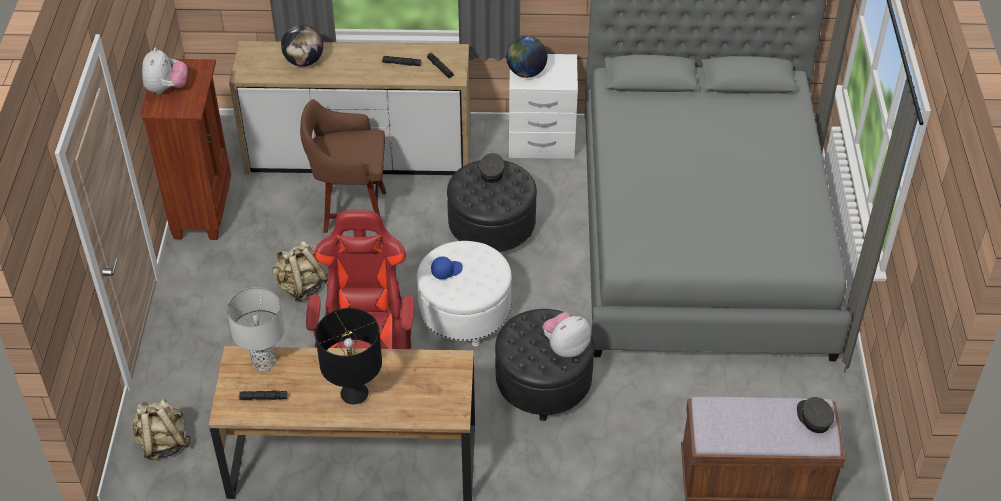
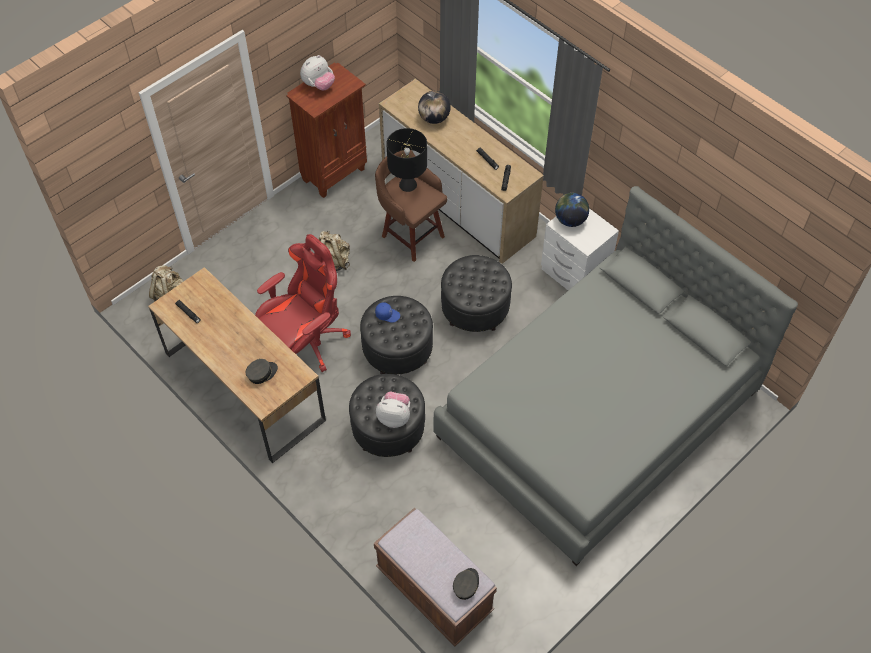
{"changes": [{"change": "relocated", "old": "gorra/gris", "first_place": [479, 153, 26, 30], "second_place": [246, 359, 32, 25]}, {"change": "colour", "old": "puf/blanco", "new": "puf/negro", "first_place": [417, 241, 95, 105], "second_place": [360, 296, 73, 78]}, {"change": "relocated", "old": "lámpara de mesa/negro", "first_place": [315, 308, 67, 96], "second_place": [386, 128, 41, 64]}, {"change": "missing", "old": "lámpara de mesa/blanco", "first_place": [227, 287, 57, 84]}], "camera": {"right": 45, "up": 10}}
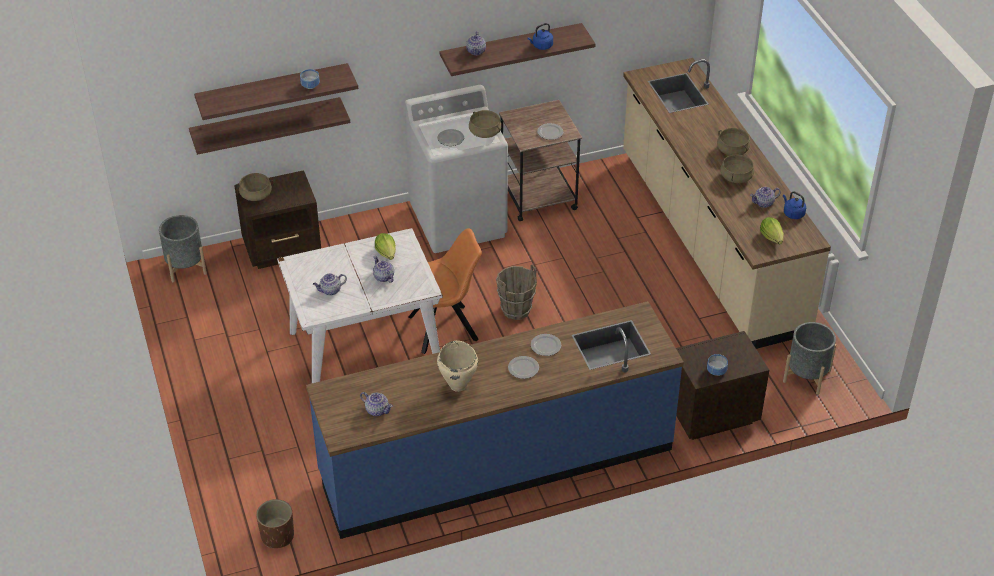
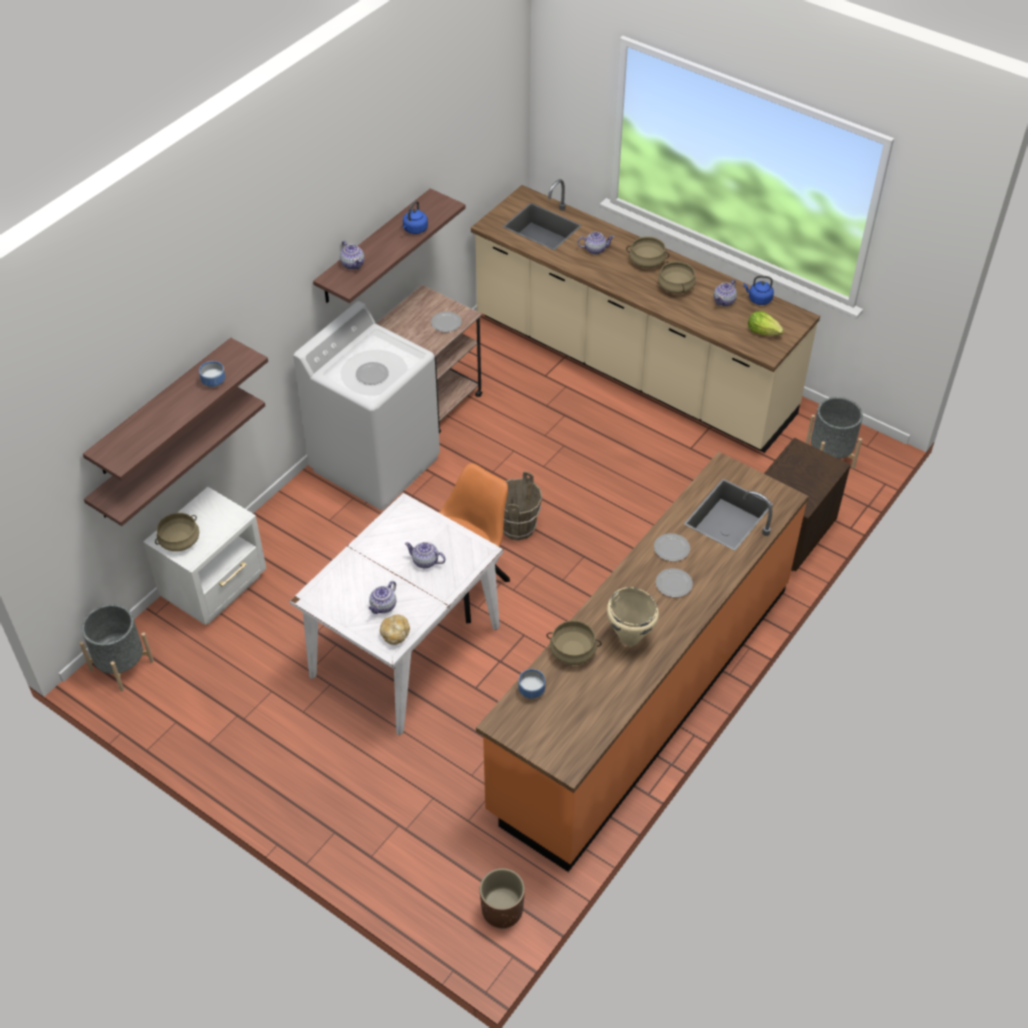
{"changes": [{"change": "colour", "old": "mesita de noche/marrón", "new": "mesita de noche/blanco", "first_place": [234, 170, 87, 99], "second_place": [143, 487, 124, 138]}, {"change": "appeared", "new": "pan", "second_place": [380, 615, 30, 30]}, {"change": "colour", "old": "mueble bajo de cocina/azul", "new": "mueble bajo de cocina/naranja", "first_place": [306, 301, 378, 238], "second_place": [476, 452, 333, 420]}, {"change": "relocated", "old": "cuenco", "first_place": [707, 354, 21, 22], "second_place": [518, 669, 27, 30]}, {"change": "relocated", "old": "olla/beis", "first_place": [469, 110, 32, 28], "second_place": [546, 620, 56, 45]}, {"change": "relocated", "old": "tetera", "first_place": [360, 392, 33, 24], "second_place": [578, 232, 36, 23]}, {"change": "missing", "old": "lechuga", "first_place": [375, 233, 21, 27]}], "camera": {"right": -35, "up": 5}}
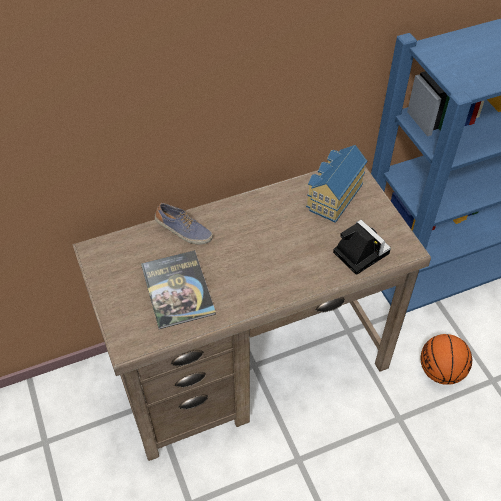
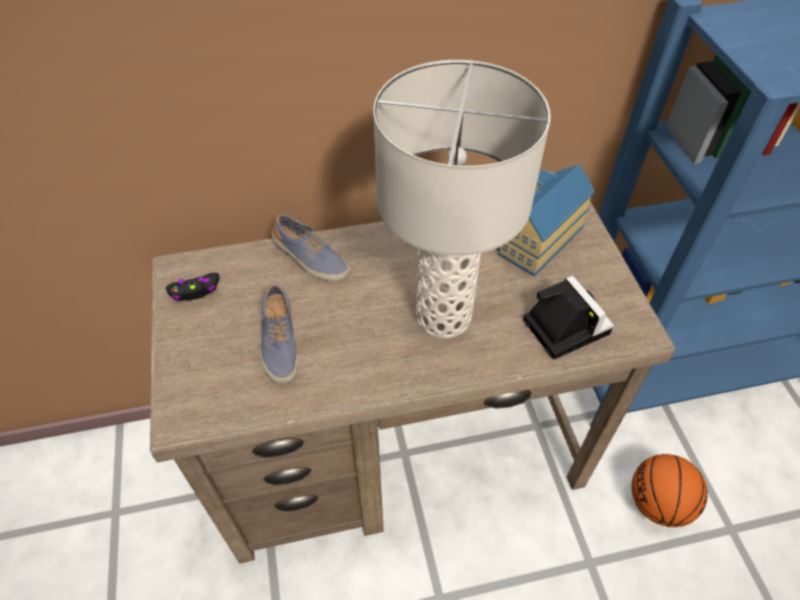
{"changes": [{"change": "appeared", "new": "mando de consola/negro", "second_place": [166, 273, 53, 28]}, {"change": "exchanged", "old": "libro", "new": "zapato", "first_place": [141, 250, 75, 79], "second_place": [260, 284, 37, 100]}, {"change": "appeared", "new": "lámpara de mesa/blanco", "second_place": [373, 60, 178, 278]}], "camera": {"right": 10, "up": 0}}
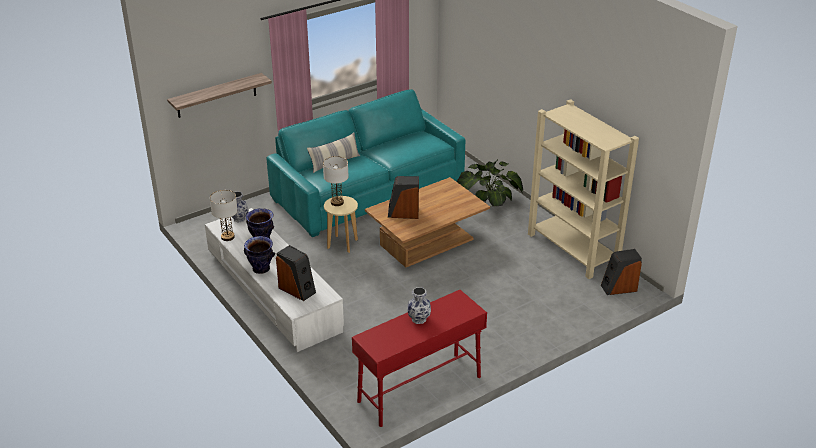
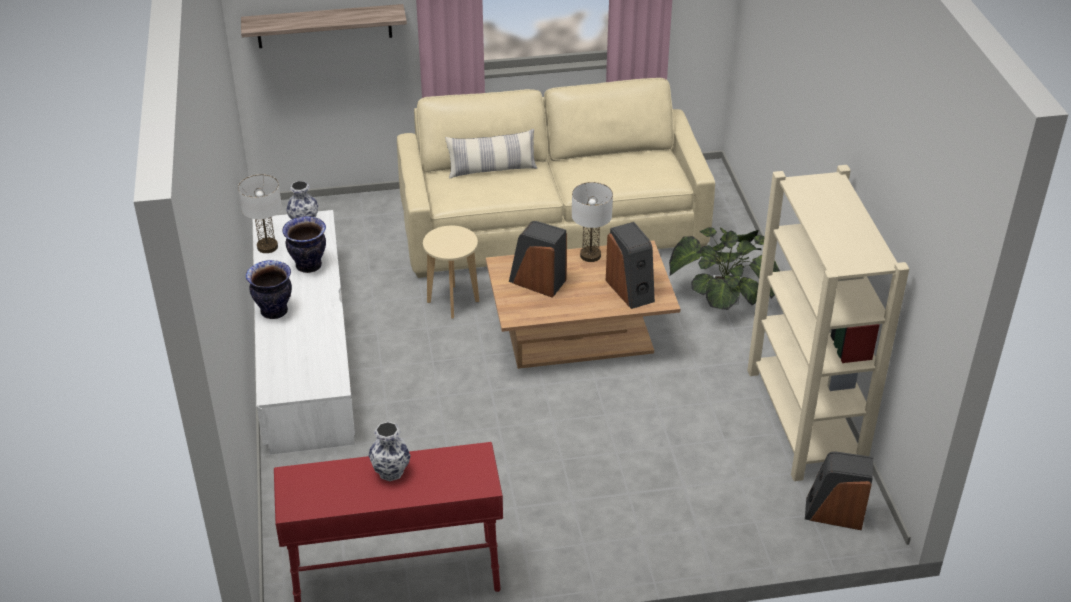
{"changes": [{"change": "colour", "old": "sofá/turquesa", "new": "sofá/beis", "first_place": [266, 89, 199, 148], "second_place": [397, 78, 318, 200]}, {"change": "relocated", "old": "lámpara de mesa", "first_place": [323, 156, 26, 50], "second_place": [572, 182, 41, 80]}, {"change": "relocated", "old": "altavoz", "first_place": [276, 245, 40, 56], "second_place": [605, 222, 50, 87]}], "camera": {"right": 25, "up": 5}}
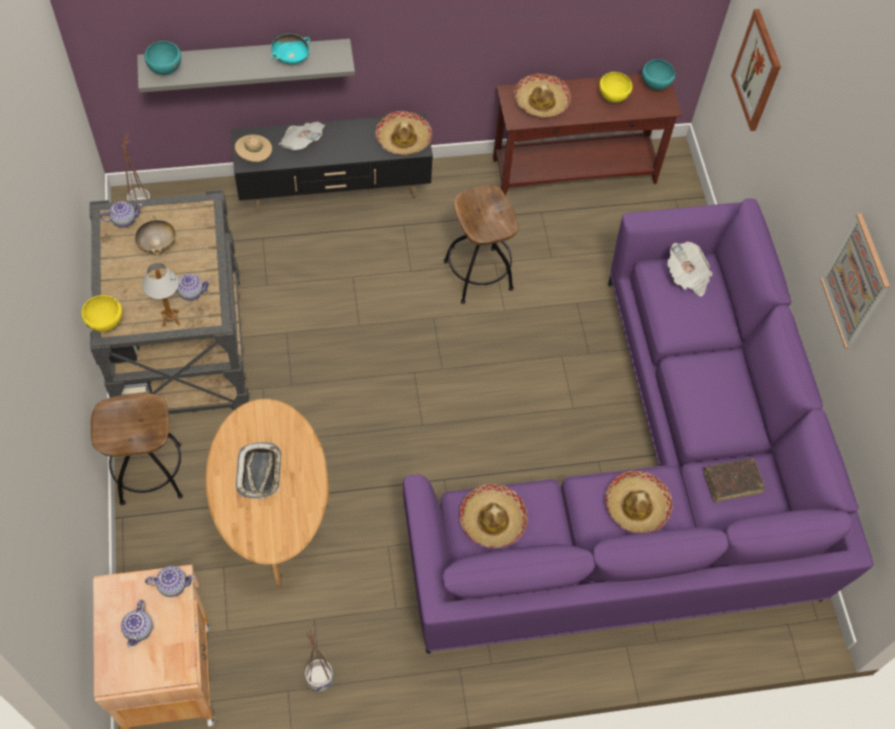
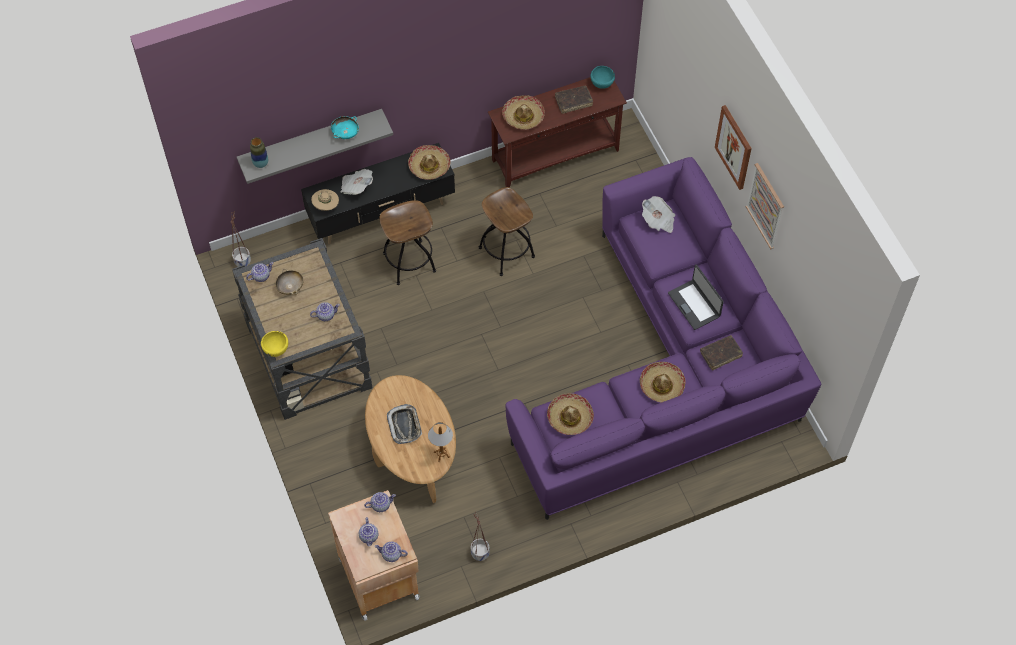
{"changes": [{"change": "exchanged", "old": "cuenco/turquesa", "new": "florero", "first_place": [144, 41, 37, 34], "second_place": [250, 137, 18, 31]}, {"change": "appeared", "new": "tetera", "second_place": [375, 542, 33, 20]}, {"change": "relocated", "old": "taburete/marrón", "first_place": [91, 393, 92, 112], "second_place": [379, 200, 57, 85]}, {"change": "relocated", "old": "lámpara de mesa", "first_place": [142, 263, 38, 64], "second_place": [428, 422, 25, 40]}, {"change": "exchanged", "old": "cuenco/amarillo", "new": "libro/marrón", "first_place": [599, 72, 34, 31], "second_place": [555, 85, 38, 29]}, {"change": "appeared", "new": "portátil", "second_place": [668, 264, 56, 66]}, {"change": "relocated", "old": "cuadro", "first_place": [731, 9, 50, 122], "second_place": [715, 105, 37, 85]}], "camera": {"right": -10, "up": 0}}
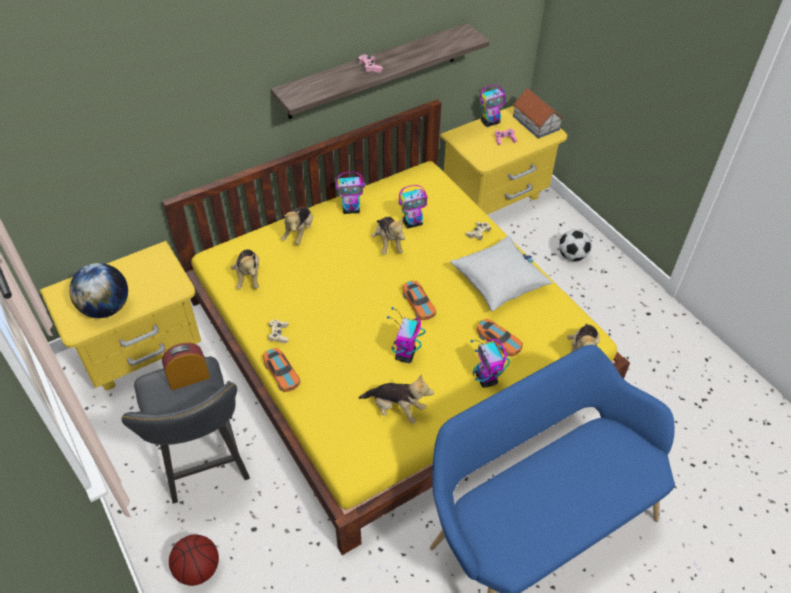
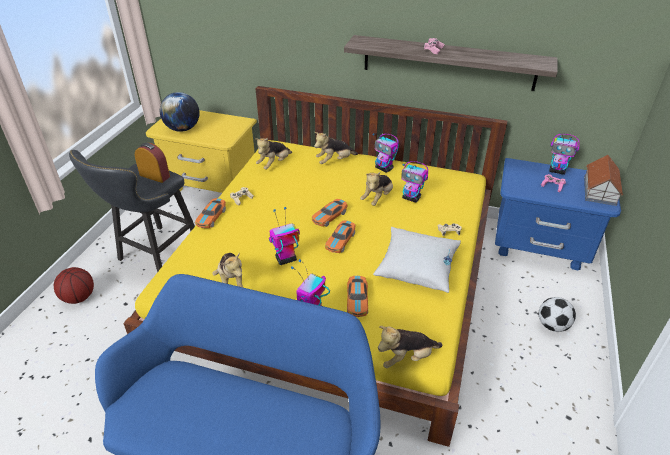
{"changes": [{"change": "appeared", "new": "coche de juguete", "second_place": [312, 199, 36, 28]}, {"change": "colour", "old": "mesita de noche/amarillo", "new": "mesita de noche/azul", "first_place": [440, 106, 127, 109], "second_place": [495, 158, 126, 112]}], "camera": {"right": 50, "up": -10}}
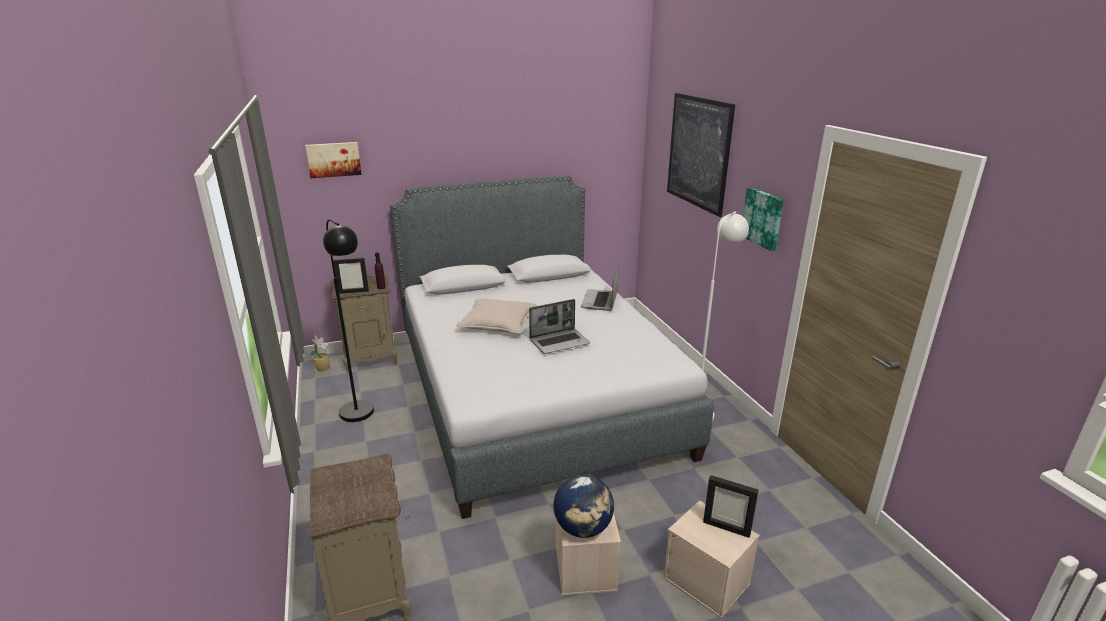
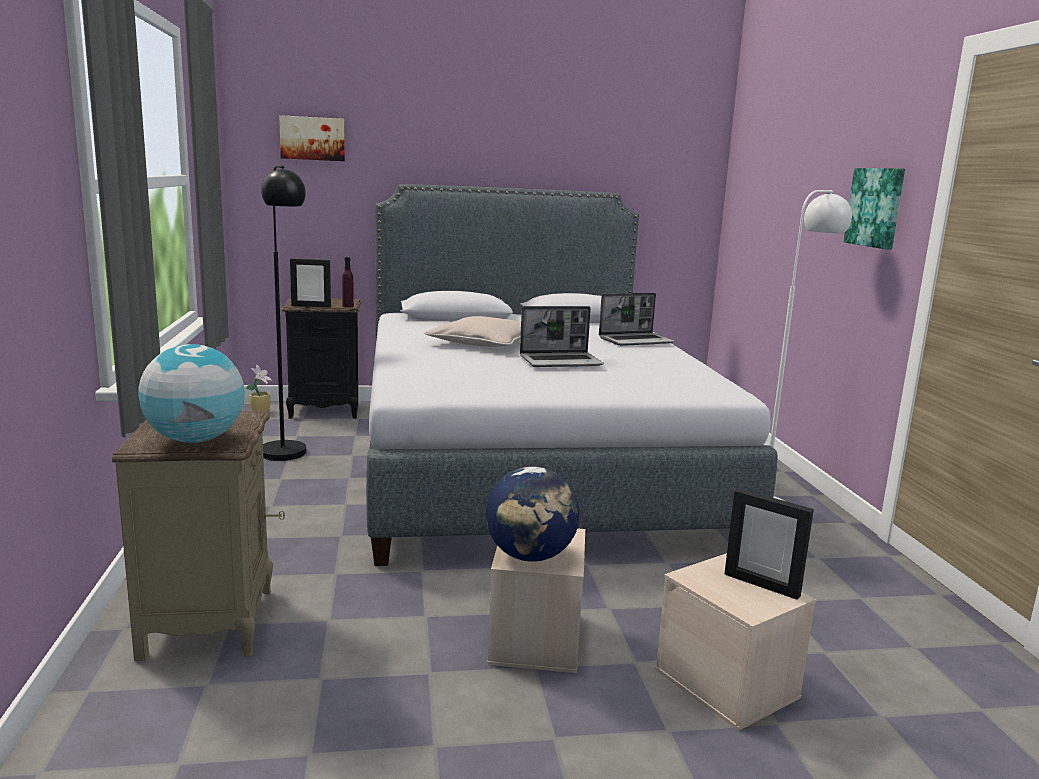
{"changes": [{"change": "appeared", "new": "globo terráqueo", "second_place": [138, 344, 107, 99]}, {"change": "colour", "old": "mesita de noche/beis", "new": "mesita de noche/negro", "first_place": [330, 274, 67, 99], "second_place": [281, 298, 81, 121]}, {"change": "spun", "old": "portátil", "first_place": [581, 266, 37, 45], "second_place": [599, 293, 76, 53], "degrees": -135}, {"change": "missing", "old": "cuadro", "first_place": [667, 93, 68, 124]}], "camera": {"right": 10, "up": -10}}
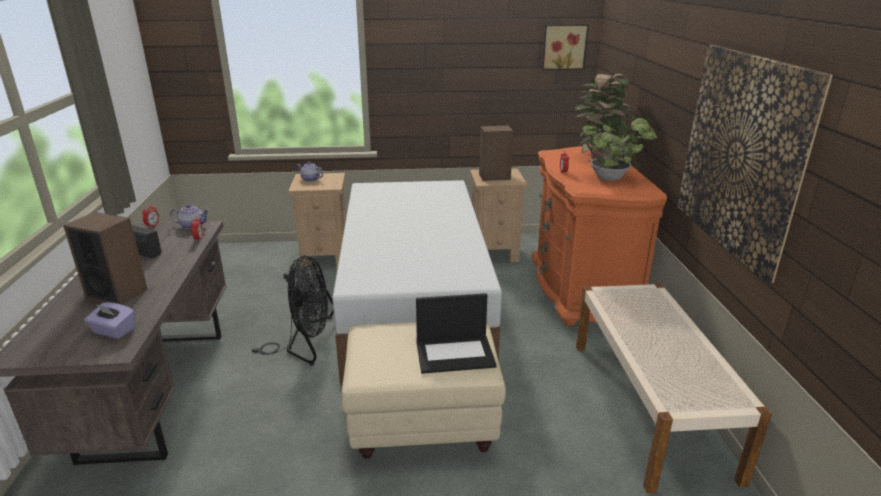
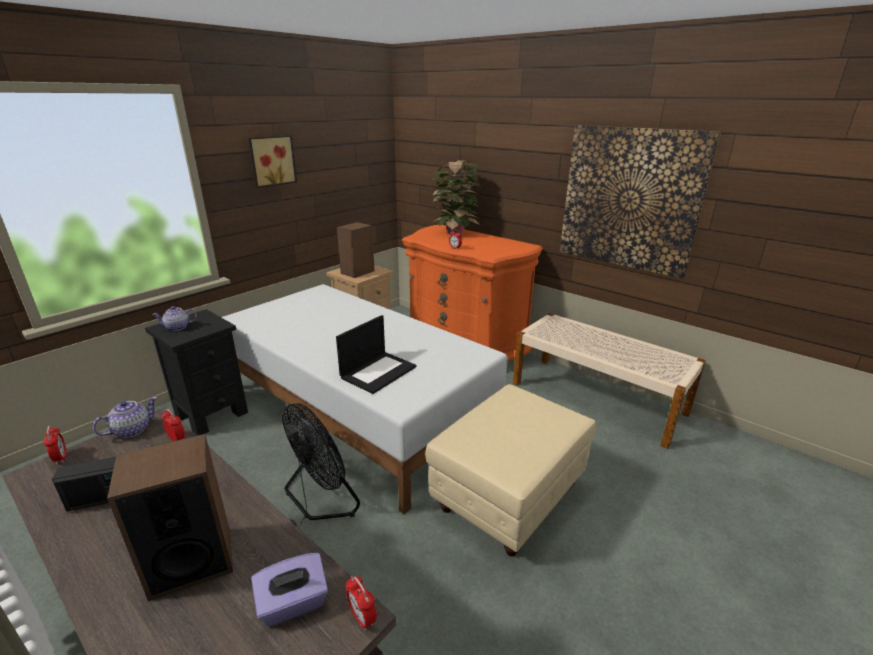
{"changes": [{"change": "colour", "old": "mesita de noche/beis", "new": "mesita de noche/negro", "first_place": [288, 173, 58, 97], "second_place": [145, 309, 103, 126]}, {"change": "relocated", "old": "cuadro", "first_place": [542, 24, 47, 46], "second_place": [248, 135, 49, 53]}, {"change": "relocated", "old": "portátil", "first_place": [416, 293, 81, 81], "second_place": [336, 315, 80, 79]}, {"change": "appeared", "new": "despertador", "second_place": [346, 576, 31, 55]}, {"change": "missing", "old": "planta en maceta", "first_place": [580, 118, 78, 63]}], "camera": {"right": -45, "up": 0}}
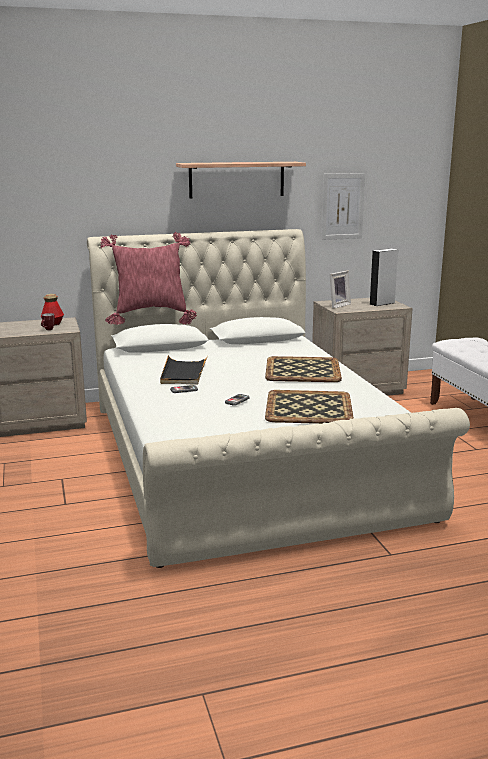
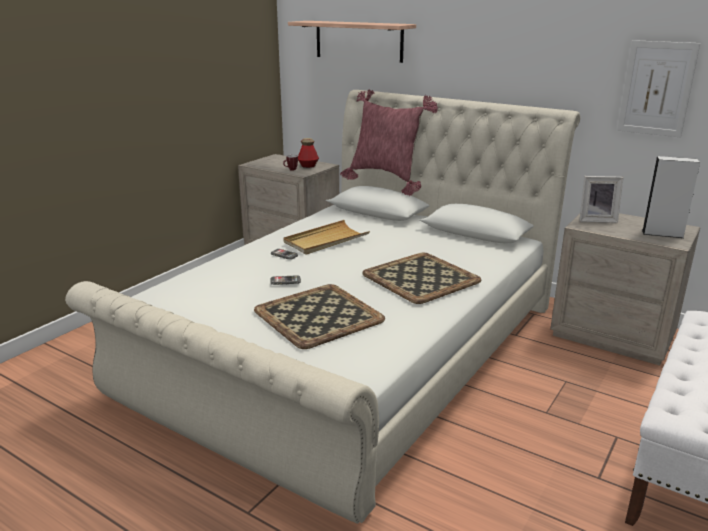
{"changes": [{"change": "colour", "old": "bandeja/negro", "new": "bandeja/beis", "first_place": [160, 355, 48, 29], "second_place": [283, 220, 87, 35]}, {"change": "relocated", "old": "estante", "first_place": [176, 162, 130, 36], "second_place": [288, 21, 128, 42]}], "camera": {"right": 50, "up": 5}}
